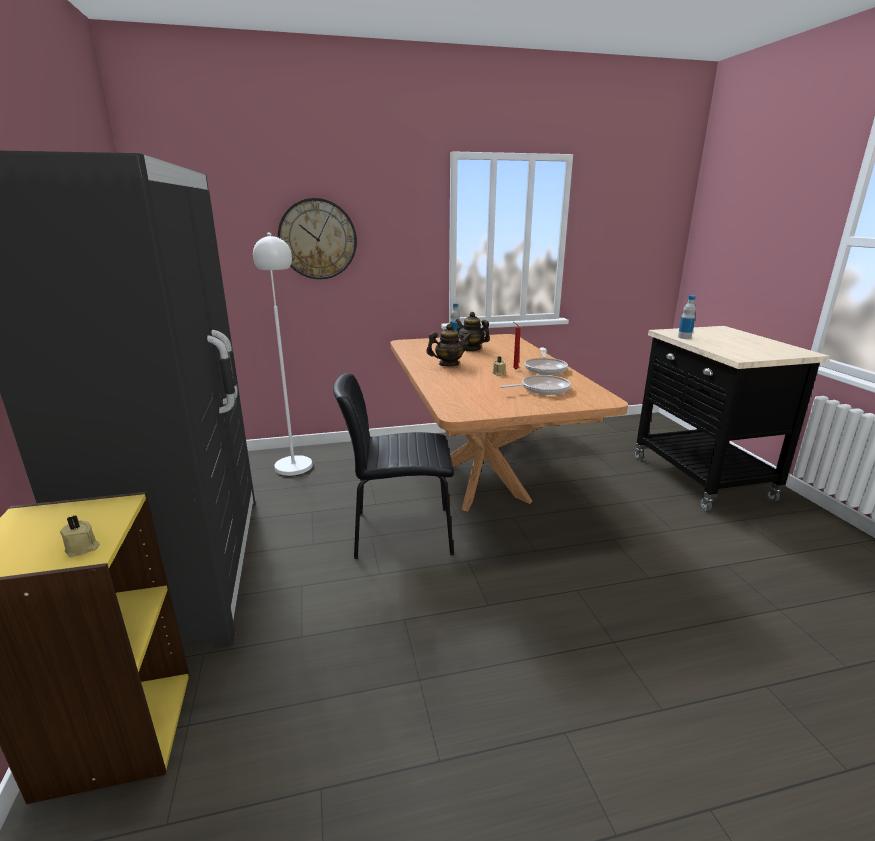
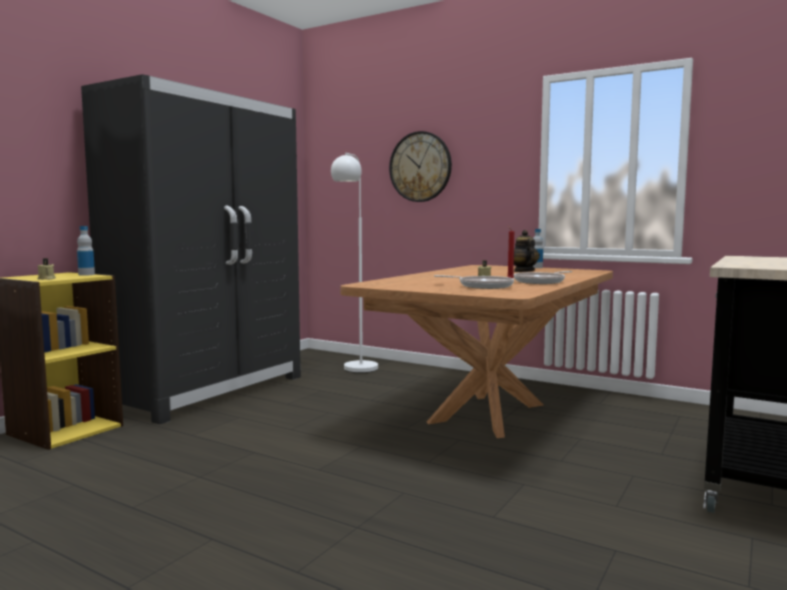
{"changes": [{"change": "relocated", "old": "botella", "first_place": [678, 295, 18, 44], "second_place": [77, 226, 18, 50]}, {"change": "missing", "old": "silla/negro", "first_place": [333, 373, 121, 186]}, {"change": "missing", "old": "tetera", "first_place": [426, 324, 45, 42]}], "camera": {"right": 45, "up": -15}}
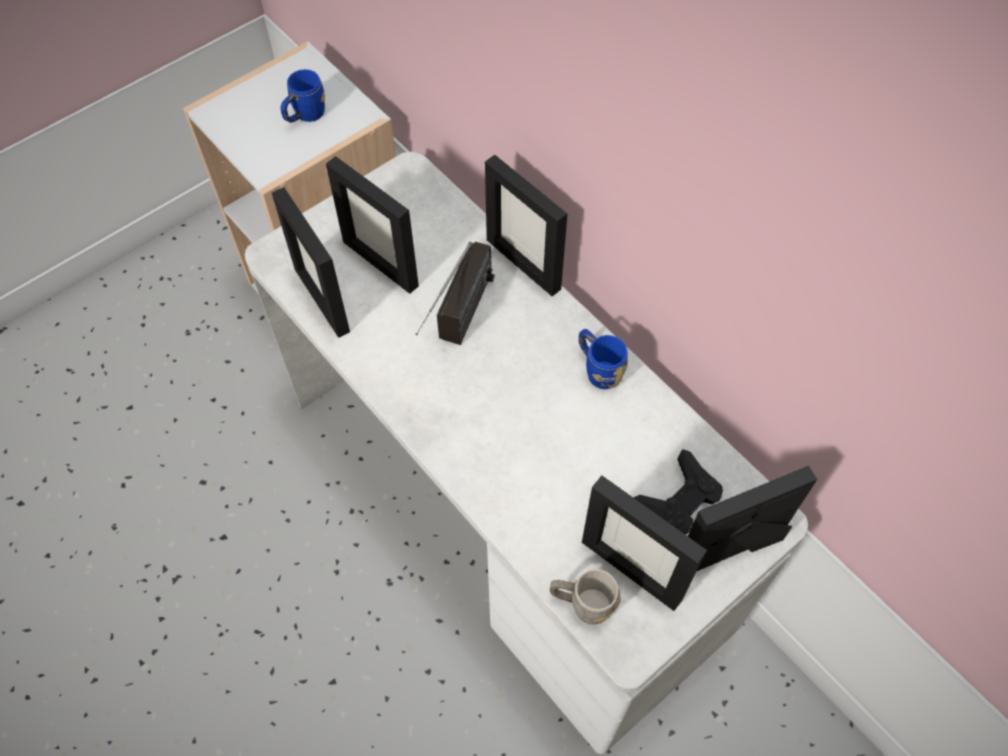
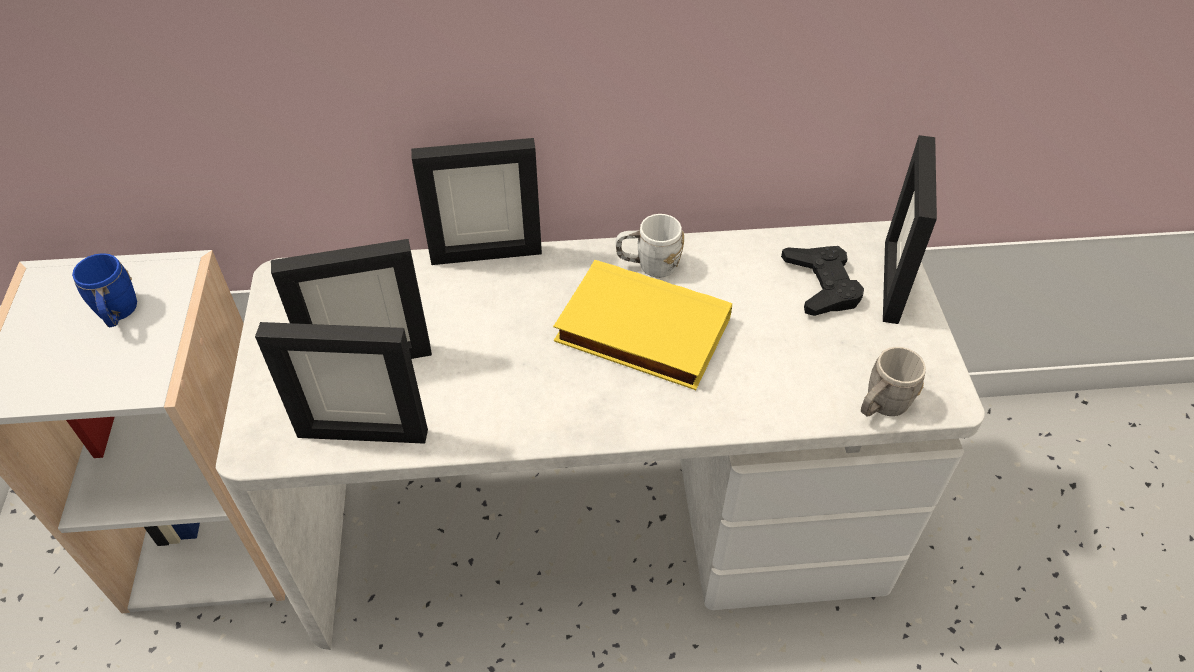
{"changes": [{"change": "appeared", "new": "libro/amarillo", "second_place": [553, 260, 179, 130]}, {"change": "colour", "old": "taza grande/azul", "new": "taza grande/blanco", "first_place": [578, 329, 50, 60], "second_place": [616, 214, 68, 64]}, {"change": "missing", "old": "radio", "first_place": [415, 241, 80, 104]}, {"change": "missing", "old": "portarretratos", "first_place": [582, 475, 125, 136]}], "camera": {"right": -55, "up": -10}}
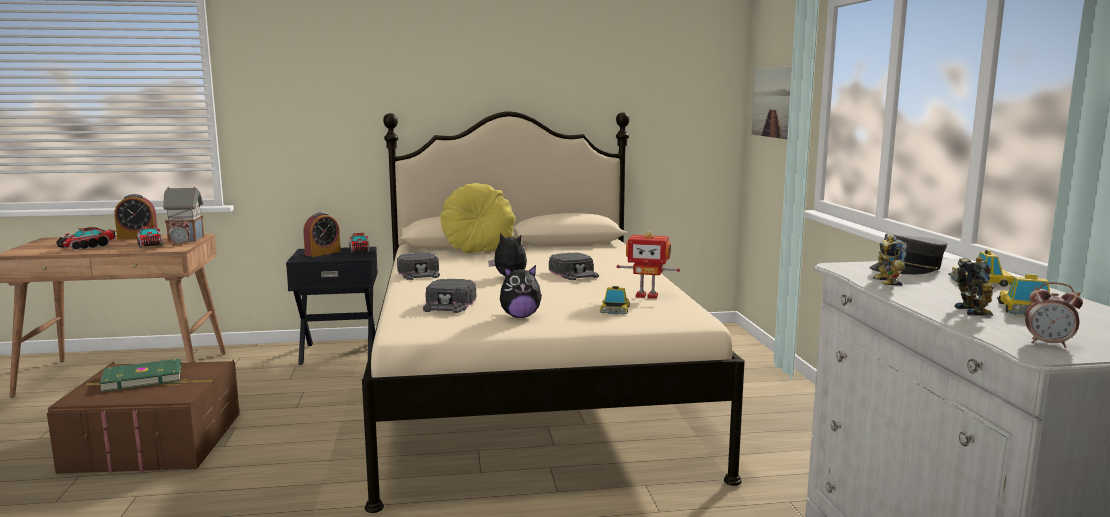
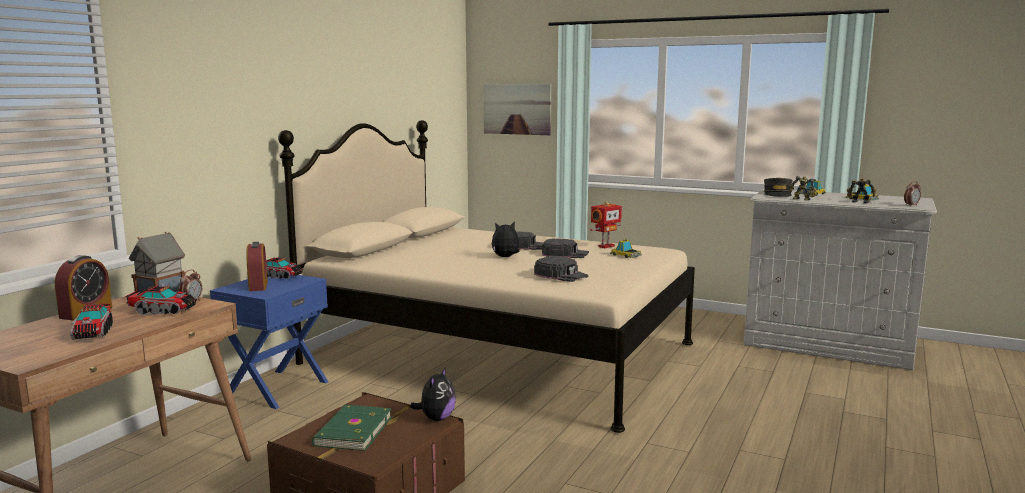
{"changes": [{"change": "colour", "old": "mesita de noche/negro", "new": "mesita de noche/azul", "first_place": [286, 247, 92, 118], "second_place": [210, 275, 118, 134]}, {"change": "relocated", "old": "peluche", "first_place": [500, 265, 42, 53], "second_place": [410, 367, 46, 54]}, {"change": "relocated", "old": "gorra/negro", "first_place": [397, 253, 43, 27], "second_place": [542, 238, 47, 20]}, {"change": "missing", "old": "cojín/amarillo", "first_place": [440, 183, 75, 70]}], "camera": {"right": -55, "up": 0}}
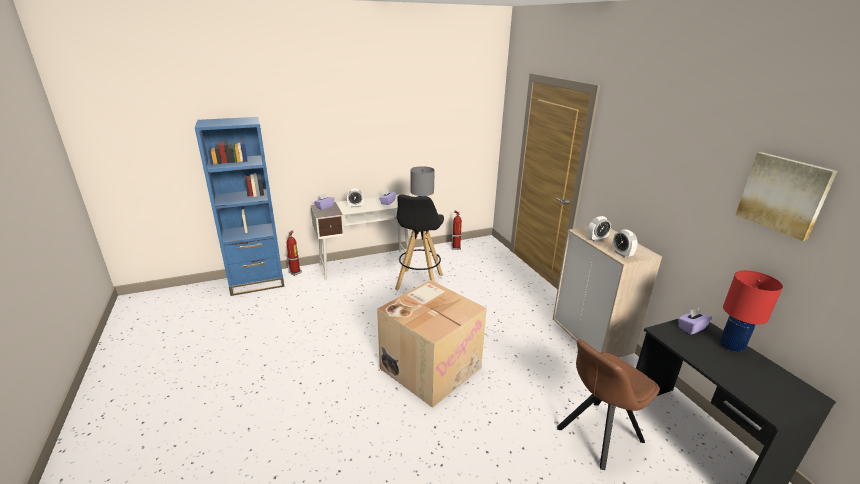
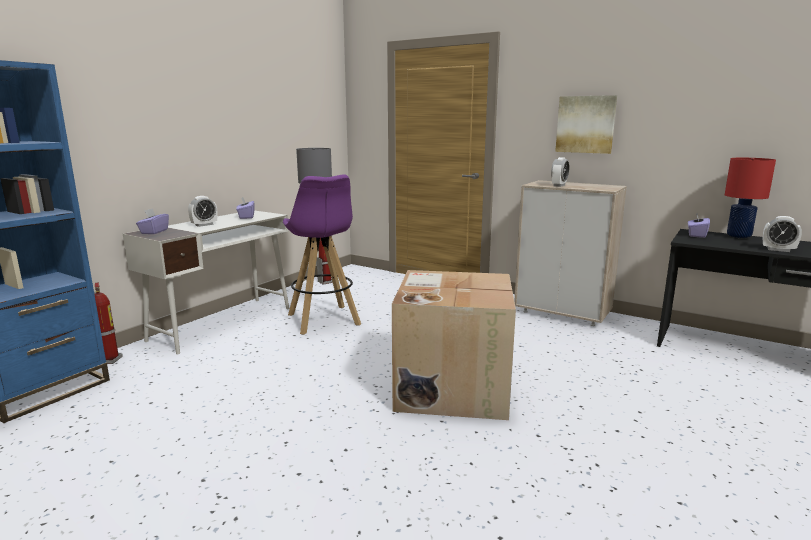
{"changes": [{"change": "colour", "old": "taburete/negro", "new": "taburete/morado", "first_place": [395, 194, 49, 96], "second_place": [283, 174, 78, 161]}, {"change": "relocated", "old": "cuadro", "first_place": [736, 152, 101, 89], "second_place": [555, 95, 62, 59]}, {"change": "relocated", "old": "despertador", "first_place": [612, 229, 26, 29], "second_place": [763, 216, 39, 36]}, {"change": "missing", "old": "silla/marrón", "first_place": [557, 339, 103, 131]}], "camera": {"right": -35, "up": -10}}
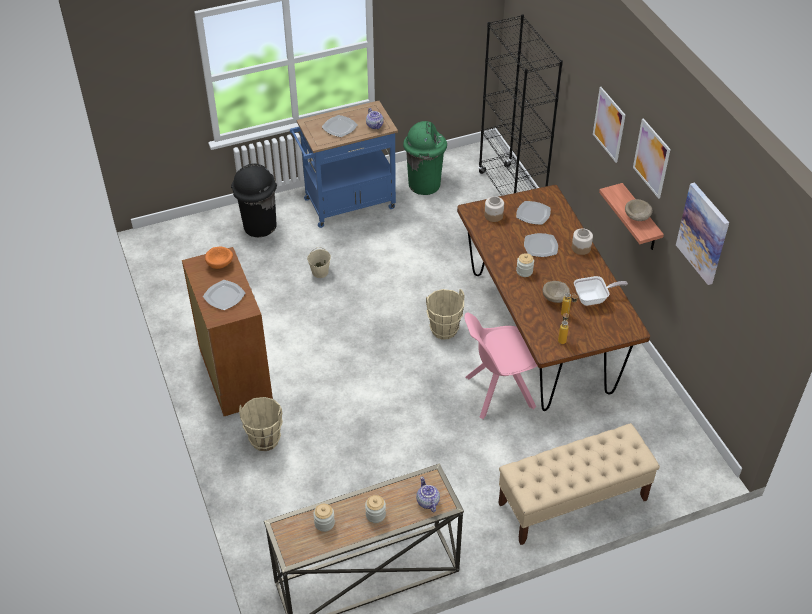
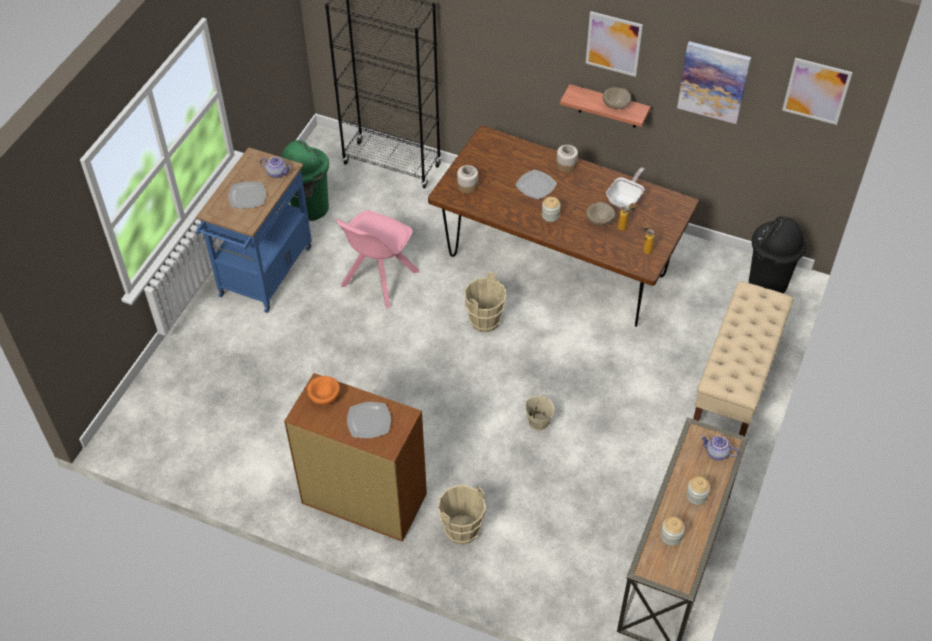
{"changes": [{"change": "relocated", "old": "silla/rosa", "first_place": [464, 313, 73, 106], "second_place": [336, 210, 83, 99]}, {"change": "relocated", "old": "cubo/beis", "first_place": [307, 247, 24, 31], "second_place": [525, 395, 29, 35]}, {"change": "relocated", "old": "papelera/negro", "first_place": [231, 164, 46, 73], "second_place": [749, 216, 57, 78]}, {"change": "relocated", "old": "cuadro", "first_place": [593, 87, 32, 76], "second_place": [782, 58, 71, 67]}, {"change": "missing", "old": "plato", "first_place": [516, 201, 35, 24]}], "camera": {"right": -45, "up": 5}}
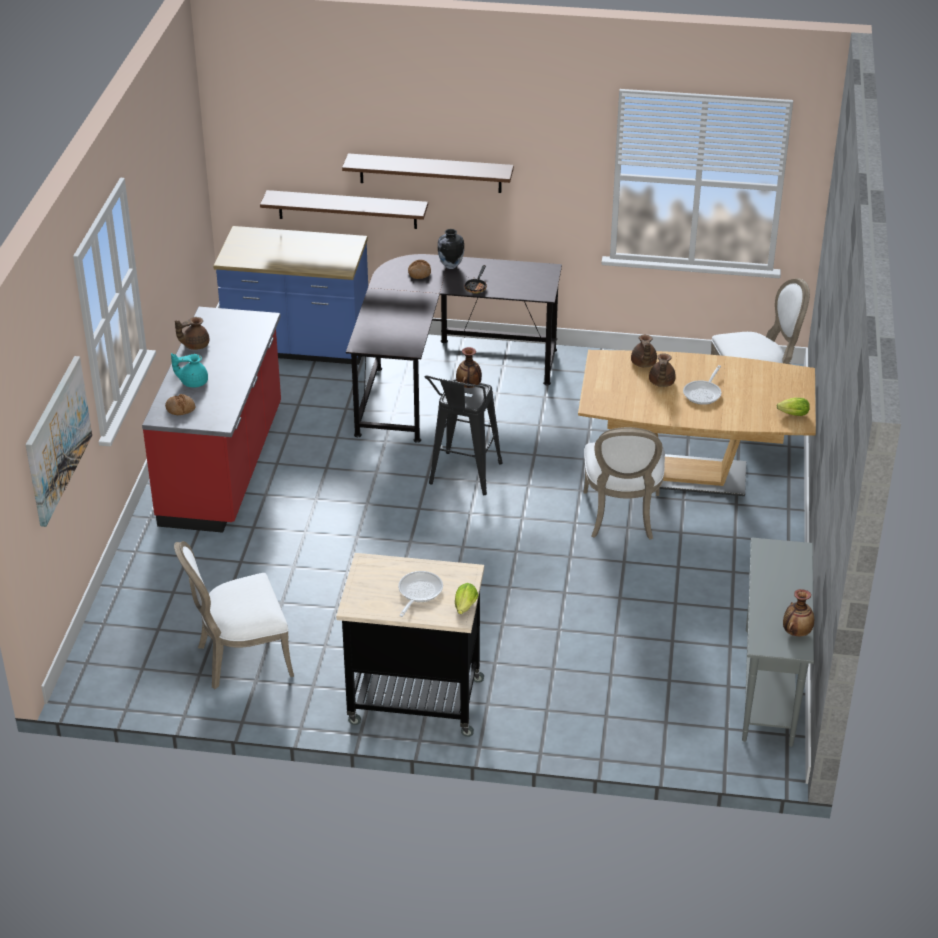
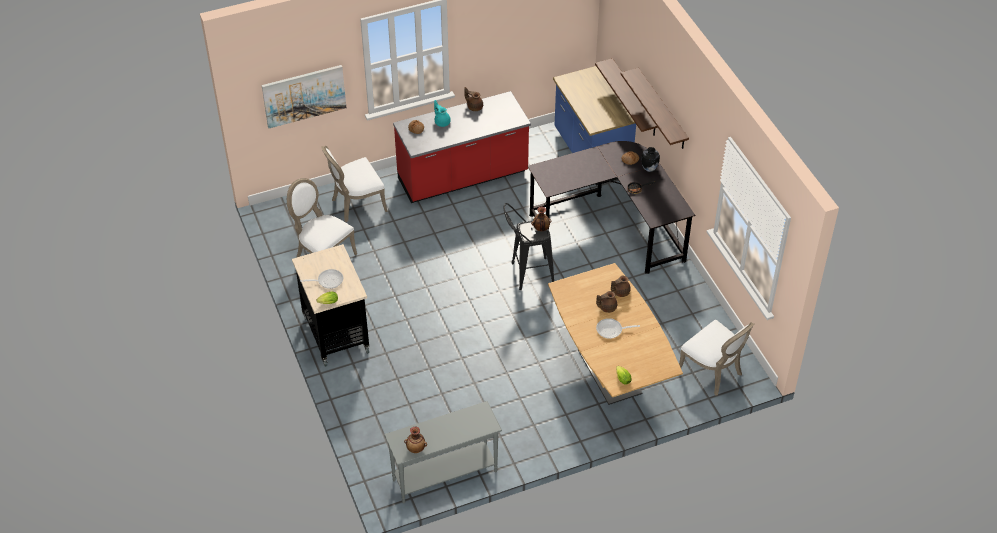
{"changes": [{"change": "relocated", "old": "silla/blanco", "first_place": [584, 427, 81, 113], "second_place": [321, 146, 66, 76]}], "camera": {"right": 60, "up": 10}}
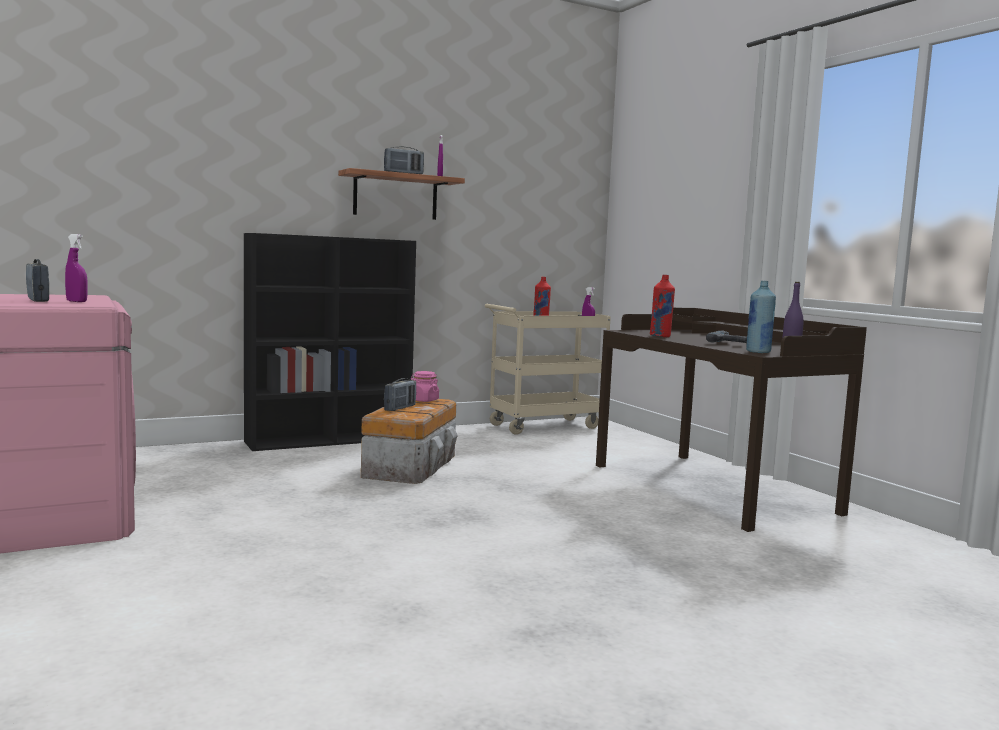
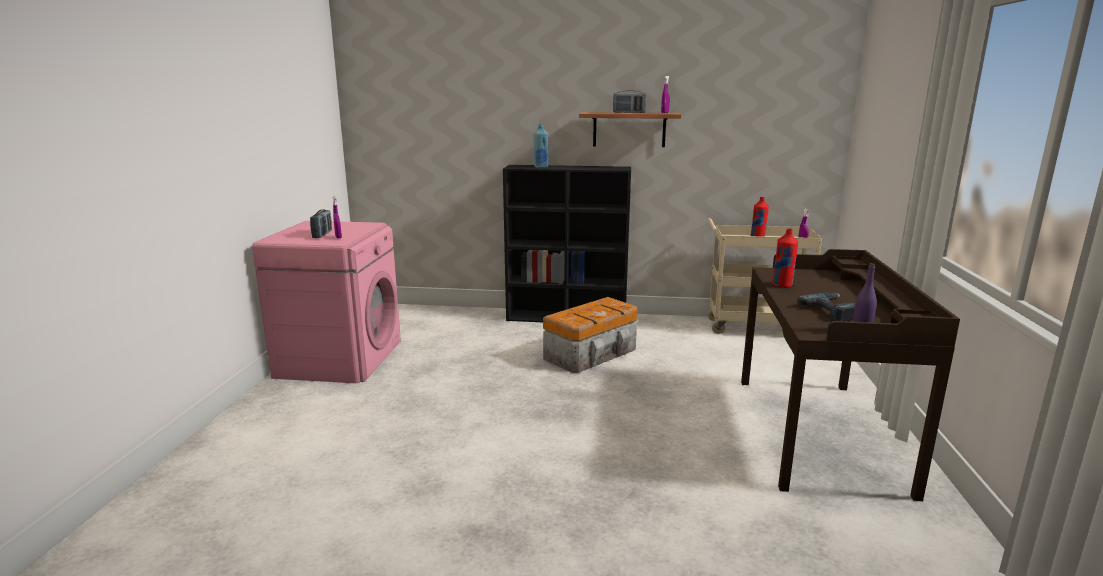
{"changes": [{"change": "relocated", "old": "botella/azul", "first_place": [746, 281, 30, 72], "second_place": [534, 124, 14, 44]}, {"change": "missing", "old": "radio", "first_place": [384, 378, 32, 33]}, {"change": "missing", "old": "tarro/rosa", "first_place": [411, 371, 28, 31]}], "camera": {"right": 35, "up": 10}}
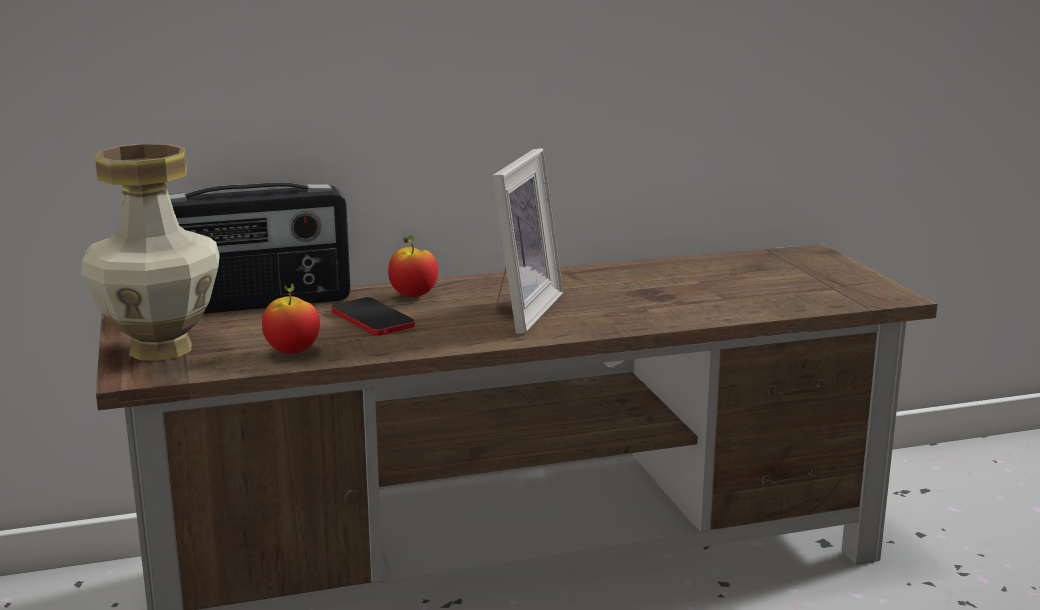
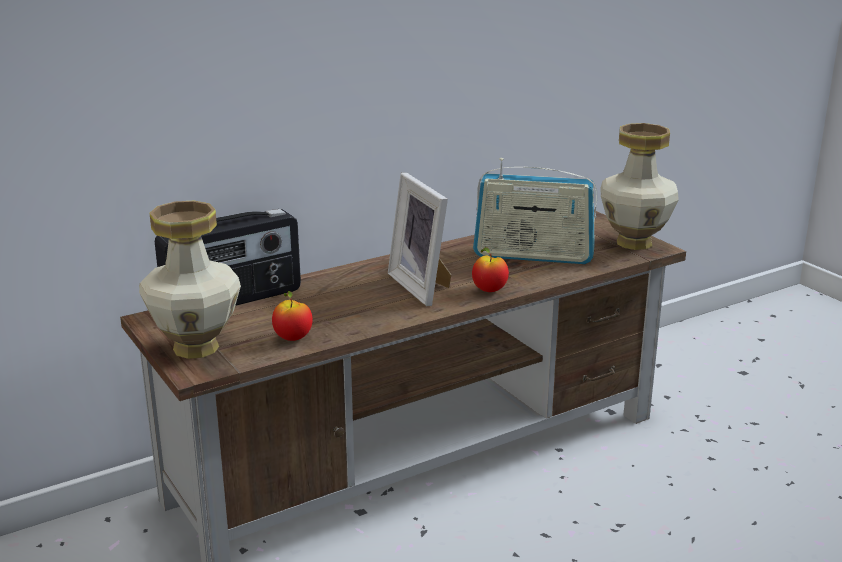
{"changes": [{"change": "spun", "old": "portarretratos", "first_place": [492, 148, 71, 186], "second_place": [388, 173, 63, 133], "degrees": 150}, {"change": "relocated", "old": "manzana", "first_place": [388, 236, 50, 61], "second_place": [472, 247, 37, 45]}, {"change": "appeared", "new": "radio", "second_place": [473, 158, 124, 106]}, {"change": "appeared", "new": "florero", "second_place": [601, 123, 78, 127]}, {"change": "missing", "old": "móvil", "first_place": [332, 297, 83, 39]}], "camera": {"right": -15, "up": 5}}
